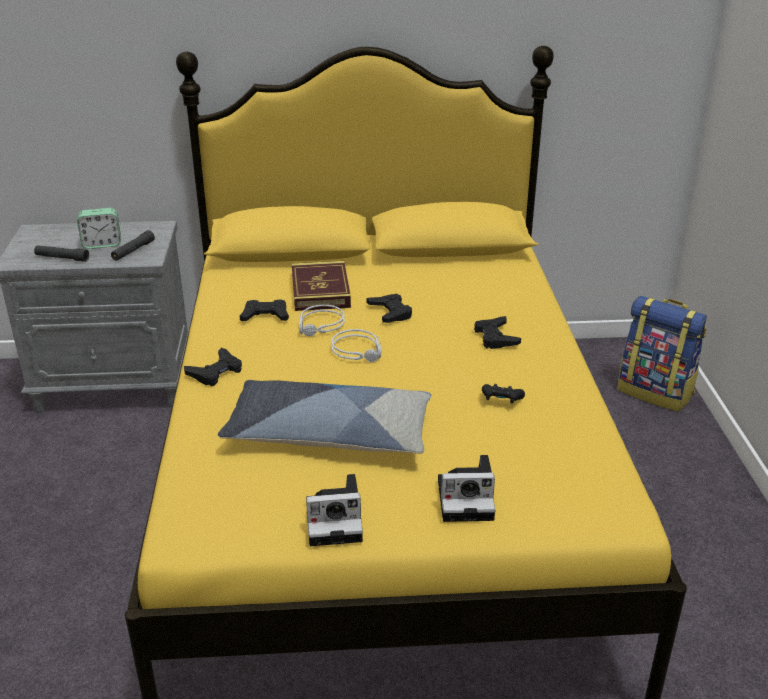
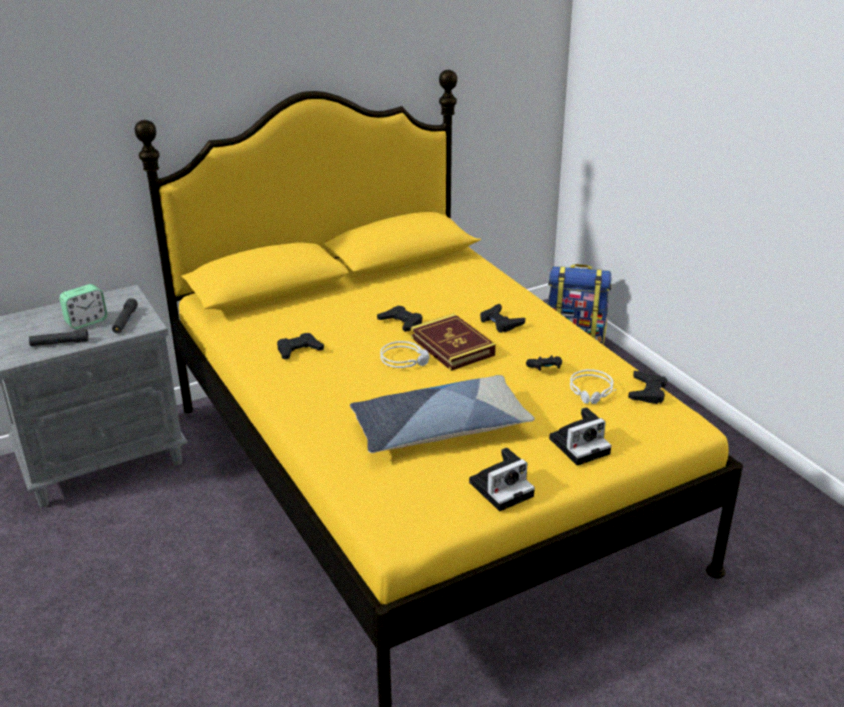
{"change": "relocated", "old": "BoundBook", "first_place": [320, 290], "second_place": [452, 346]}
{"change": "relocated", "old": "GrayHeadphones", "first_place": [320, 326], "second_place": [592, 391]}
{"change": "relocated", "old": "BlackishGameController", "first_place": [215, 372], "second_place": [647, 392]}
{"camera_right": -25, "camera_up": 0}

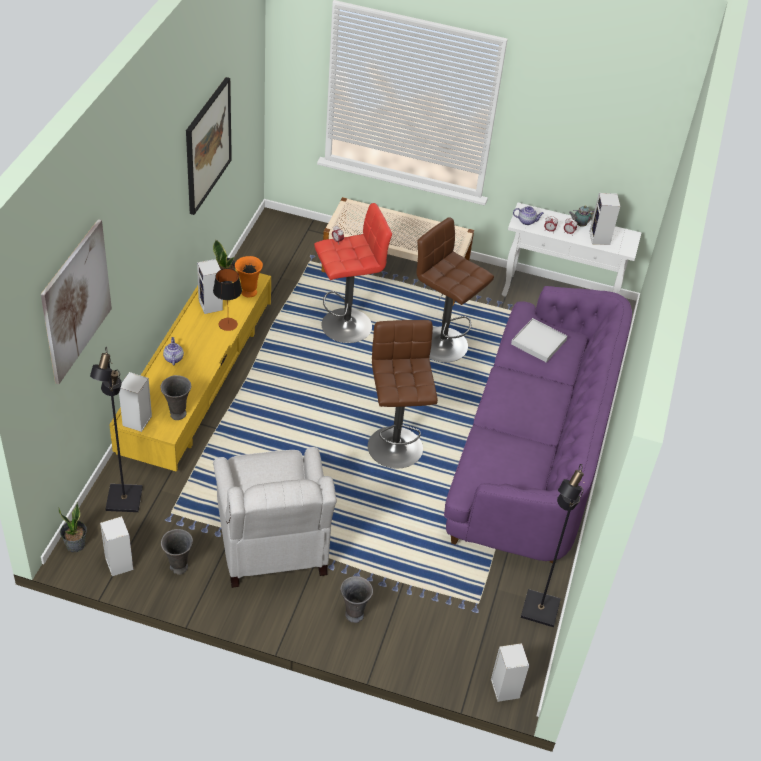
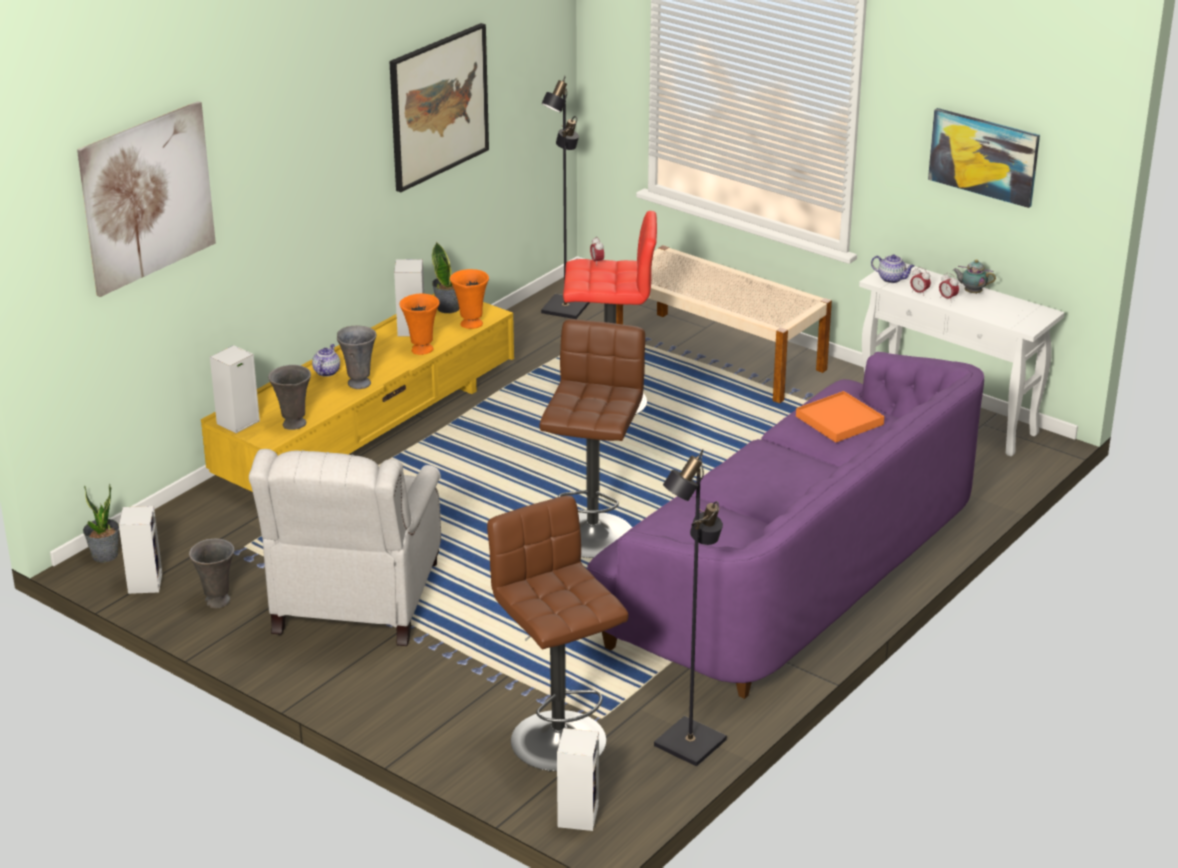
{"change": "missing", "old": "AudioSpeaker", "first_place": [600, 239]}
{"change": "relocated", "old": "BrownColouredStoolSeat", "first_place": [442, 344], "second_place": [558, 740]}
{"change": "exchanged", "old": "LampForATable", "new": "OrangeyVase", "first_place": [228, 324], "second_place": [421, 350]}
{"change": "colour", "old": "WhiteColouredTray", "new": "OrangeyTray", "first_place": [538, 342], "second_place": [839, 420]}
{"change": "relocated", "old": "BlackishFloorLamp", "first_place": [124, 498], "second_place": [565, 308]}
{"change": "relocated", "old": "GrayVase", "first_place": [353, 614], "second_place": [359, 383]}
{"change": "appeared", "new": "WallPicture", "second_place": [984, 156]}
{"camera_right": 25, "camera_up": -15}

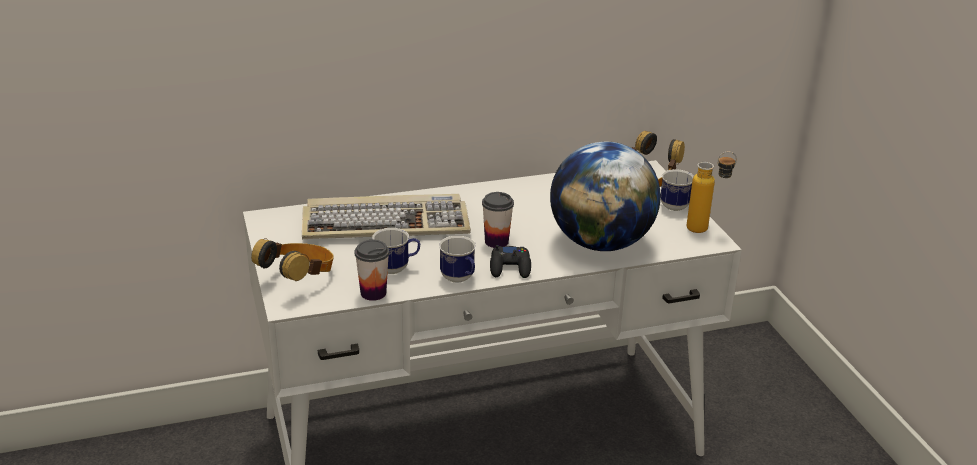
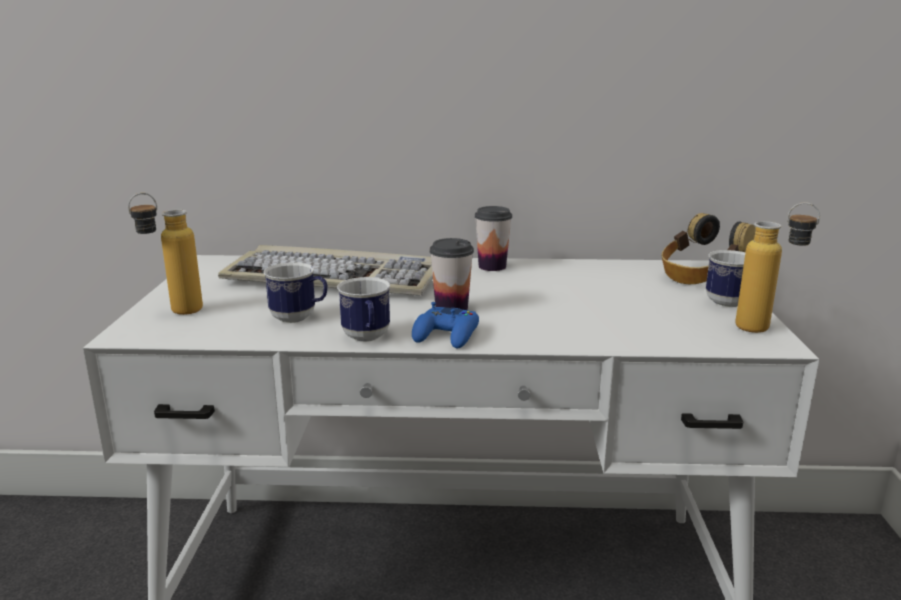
{"change": "missing", "old": "WorldGlobe", "first_place": [600, 243]}
{"change": "exchanged", "old": "Headphones", "new": "Bottle", "first_place": [299, 278], "second_place": [174, 313]}
{"change": "relocated", "old": "Cup", "first_place": [373, 293], "second_place": [492, 266]}
{"change": "colour", "old": "BlackishGameController", "new": "BlueGameController", "first_place": [510, 267], "second_place": [447, 335]}
{"camera_right": 20, "camera_up": -10}

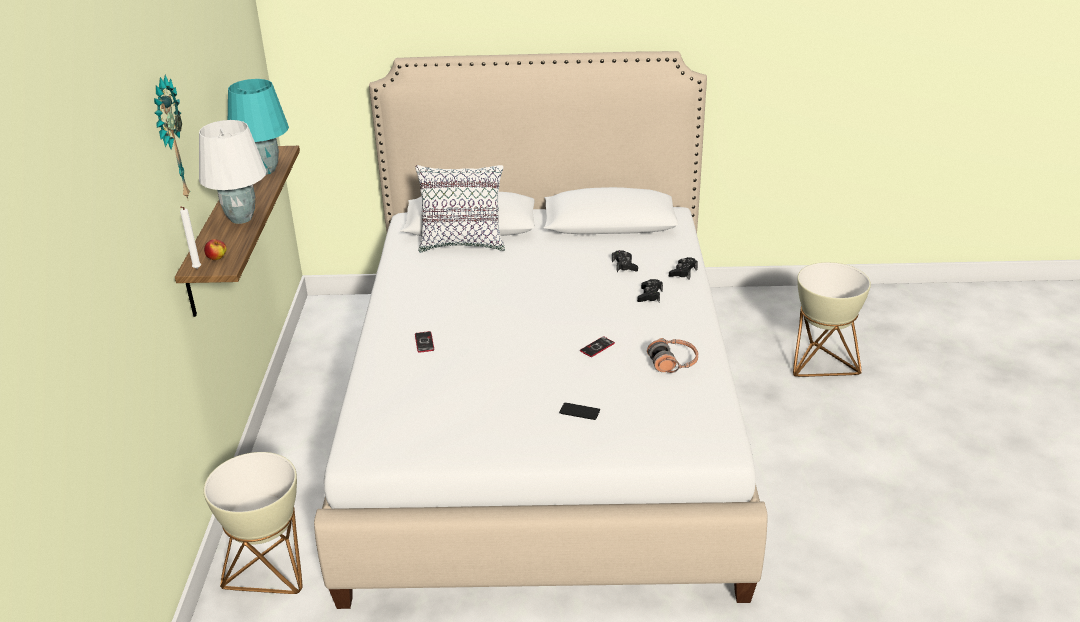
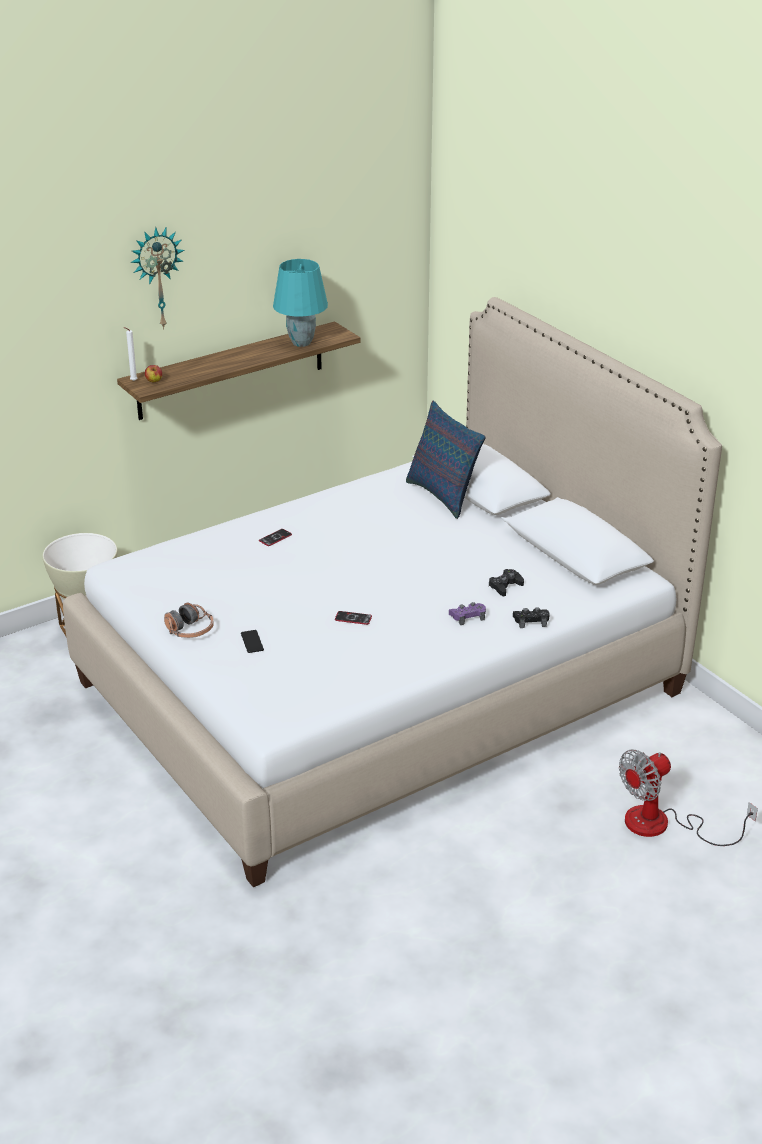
{"change": "missing", "old": "WhiteColouredLampForATable", "first_place": [242, 218]}
{"change": "colour", "old": "WhiteColouredPillow", "new": "BluePillow", "first_place": [463, 245], "second_place": [442, 496]}
{"change": "exchanged", "old": "FlowerPot", "new": "Fan", "first_place": [822, 363], "second_place": [663, 825]}
{"change": "colour", "old": "BlackishGameController", "new": "PurpleGameController", "first_place": [650, 295], "second_place": [467, 616]}
{"change": "relocated", "old": "Headphones", "first_place": [673, 363], "second_place": [190, 631]}
{"camera_right": 55, "camera_up": 0}

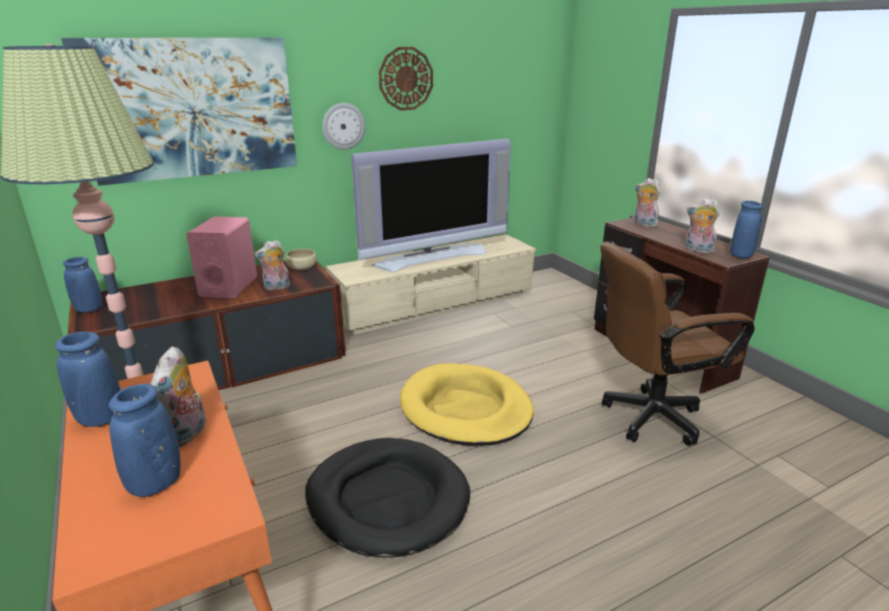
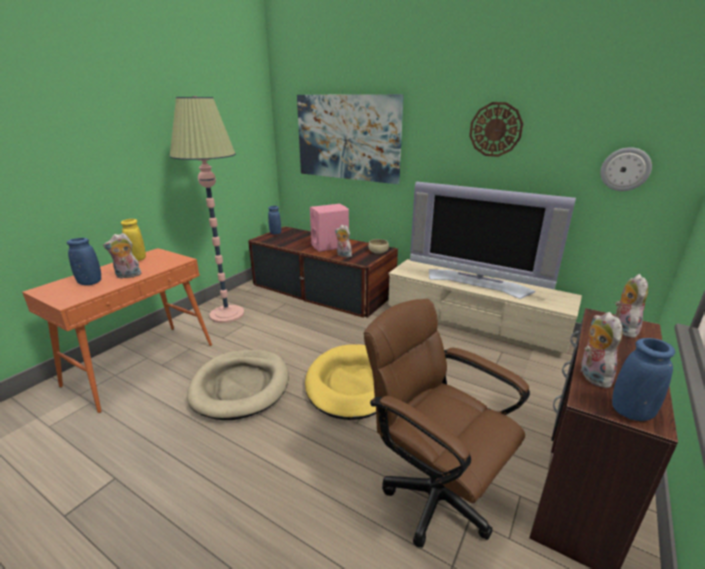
{"change": "relocated", "old": "HangingClock", "first_place": [343, 126], "second_place": [625, 169]}
{"change": "colour", "old": "BlueVase", "new": "YellowishVase", "first_place": [100, 419], "second_place": [137, 259]}
{"change": "colour", "old": "BlackishDogCushion", "new": "SandColouredDogCushion", "first_place": [387, 499], "second_place": [241, 386]}
{"camera_right": 60, "camera_up": 0}

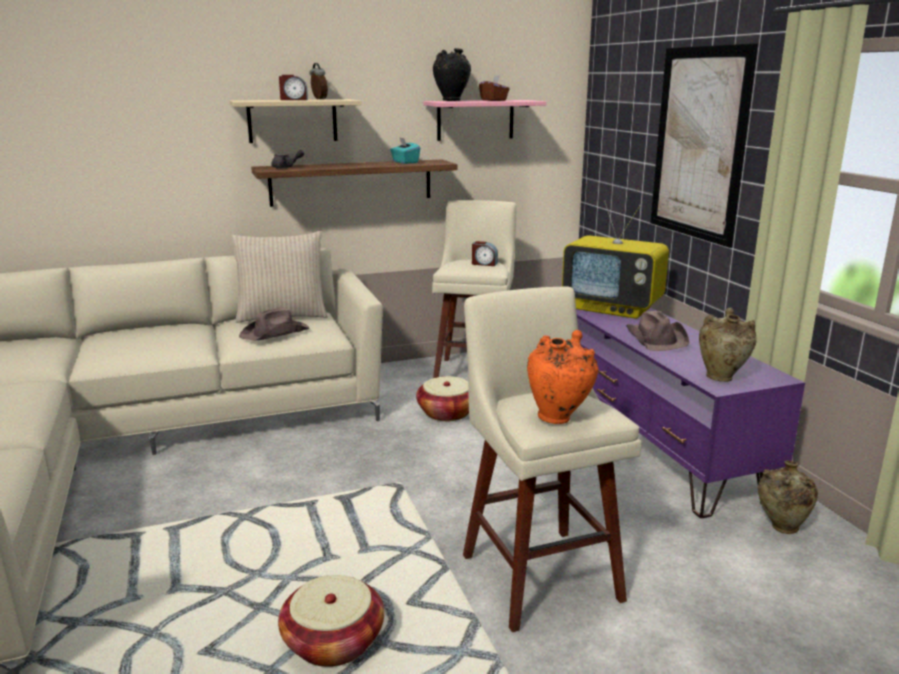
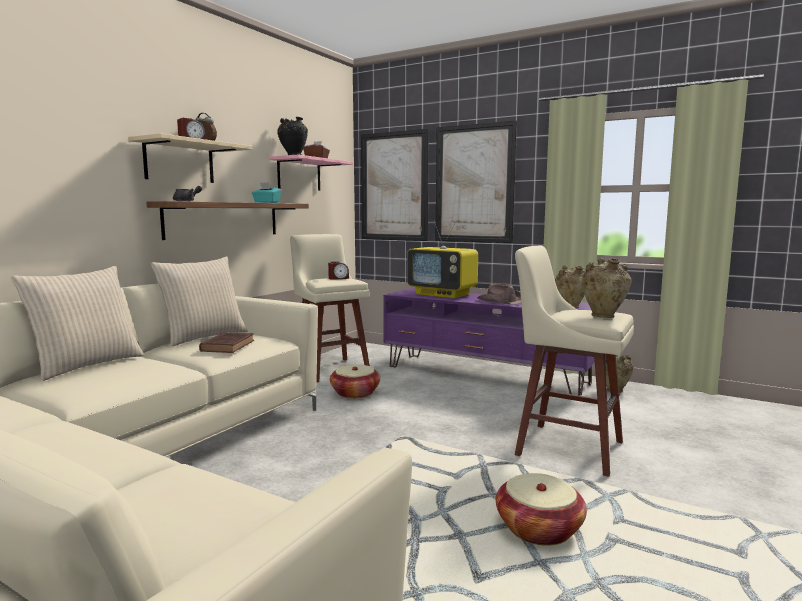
{"change": "spun", "old": "Tv", "first_place": [613, 308], "second_place": [443, 294], "degrees": 45}
{"change": "exchanged", "old": "BrownColouredClothingHat", "new": "BrownColouredBoundBook", "first_place": [275, 333], "second_place": [228, 345]}
{"change": "colour", "old": "OrangeyVase", "new": "SandColouredVase", "first_place": [559, 418], "second_place": [603, 317]}
{"change": "appeared", "new": "WallPicture", "second_place": [394, 186]}
{"change": "appeared", "new": "SandColouredPillow", "second_place": [86, 365]}
{"camera_right": -40, "camera_up": -10}

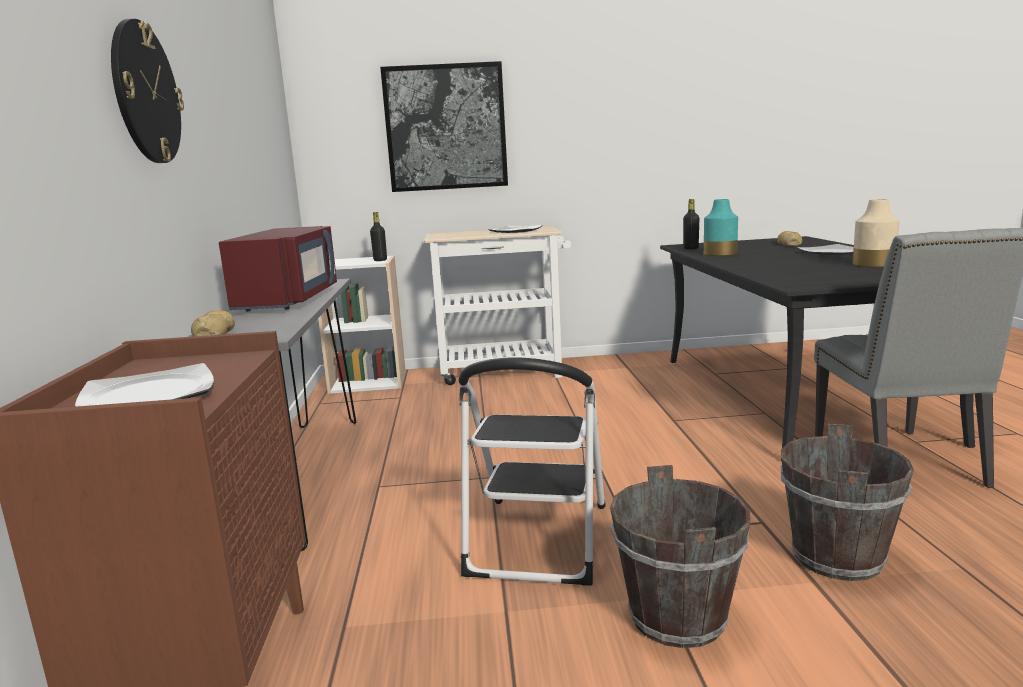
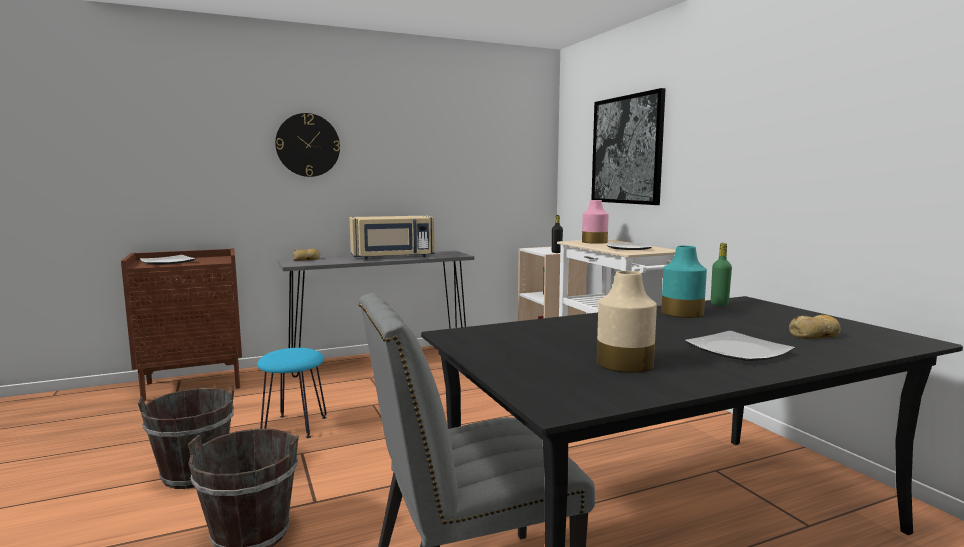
{"change": "colour", "old": "BlackishBottle", "new": "GreenColouredBottle", "first_place": [690, 248], "second_place": [719, 304]}
{"change": "colour", "old": "ReddishMicrowaveOven", "new": "SandColouredMicrowaveOven", "first_place": [290, 300], "second_place": [393, 257]}
{"change": "exchanged", "old": "StepStool", "new": "TurquoiseColouredStoolSeat", "first_place": [536, 542], "second_place": [294, 426]}
{"change": "appeared", "new": "PinkColouredVase", "second_place": [594, 242]}
{"camera_right": 70, "camera_up": -5}

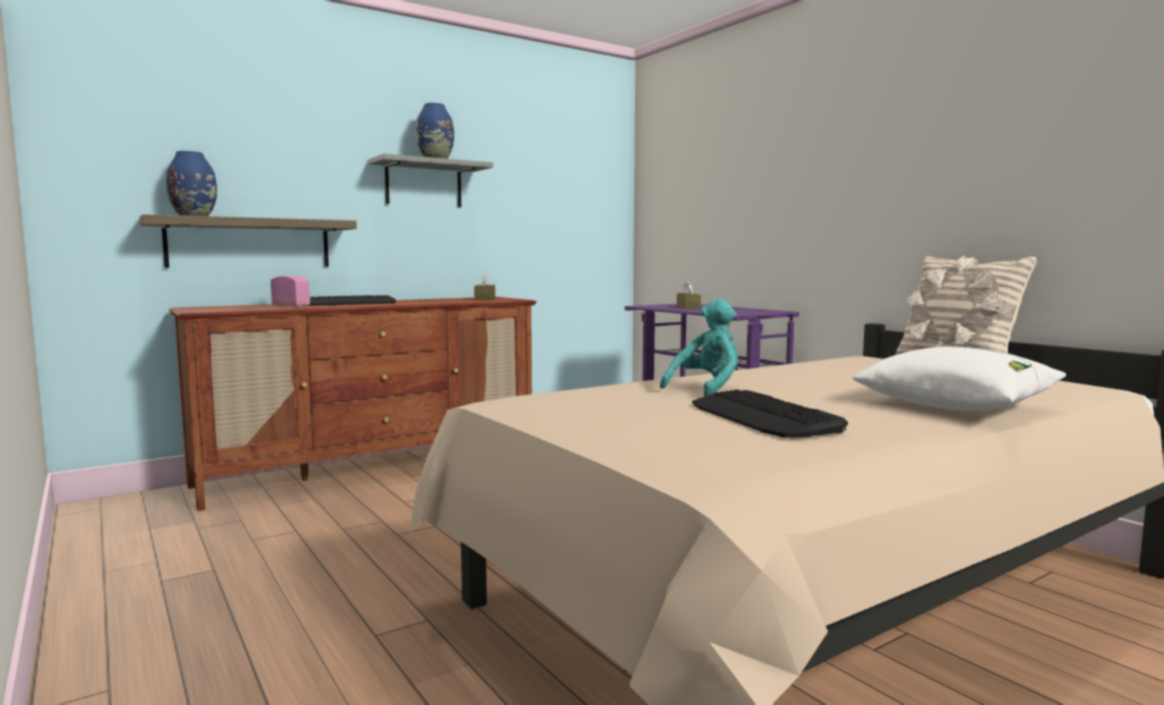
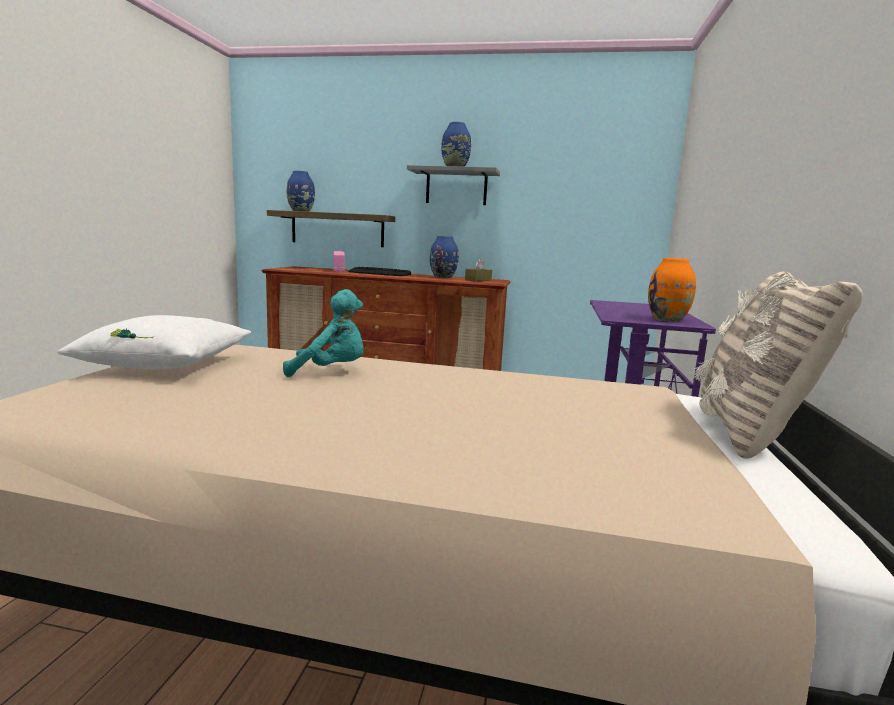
{"change": "missing", "old": "BrownColouredTissueHolder", "first_place": [688, 307]}
{"change": "relocated", "old": "WhiteColouredPillow", "first_place": [955, 406], "second_place": [166, 365]}
{"change": "missing", "old": "ComputerKeyboard", "first_place": [763, 416]}
{"change": "appeared", "new": "BlueVase", "second_place": [443, 277]}
{"change": "appeared", "new": "OrangeyVase", "second_place": [668, 319]}
{"camera_right": 45, "camera_up": 5}

